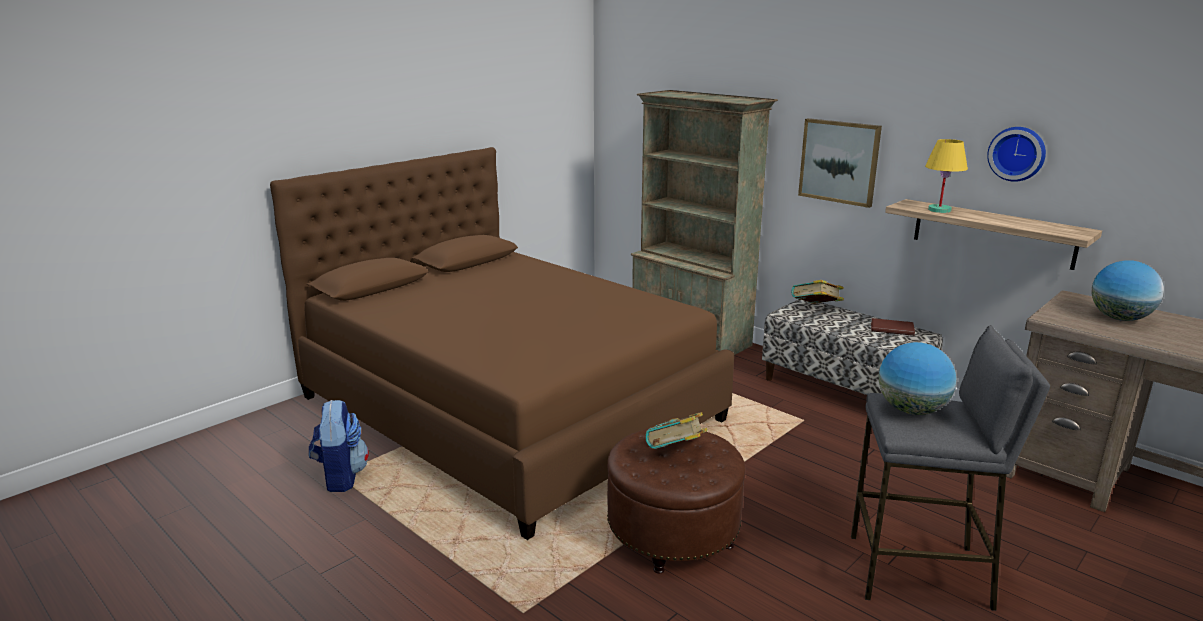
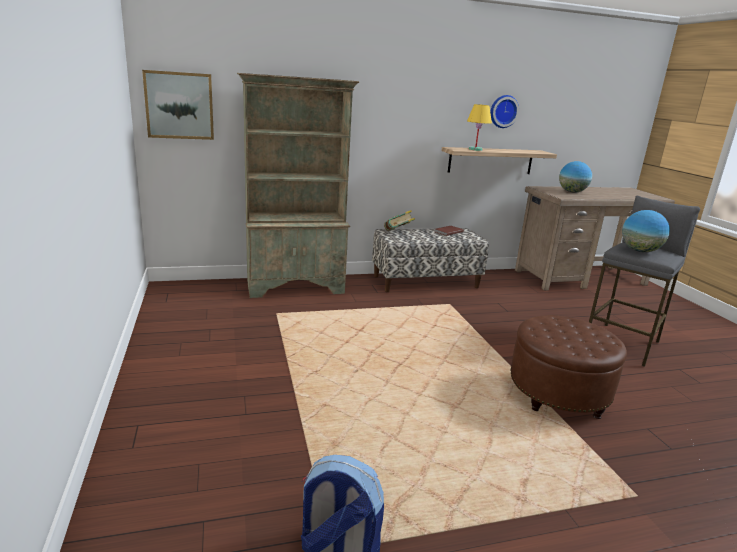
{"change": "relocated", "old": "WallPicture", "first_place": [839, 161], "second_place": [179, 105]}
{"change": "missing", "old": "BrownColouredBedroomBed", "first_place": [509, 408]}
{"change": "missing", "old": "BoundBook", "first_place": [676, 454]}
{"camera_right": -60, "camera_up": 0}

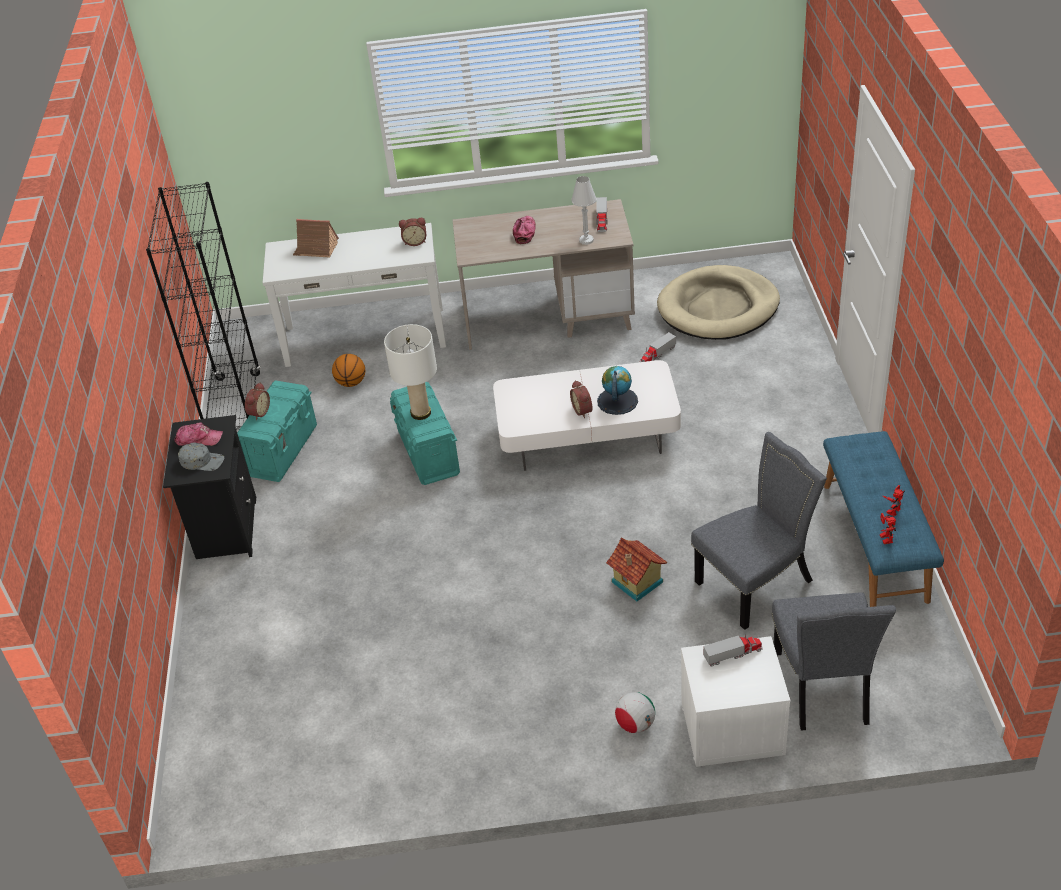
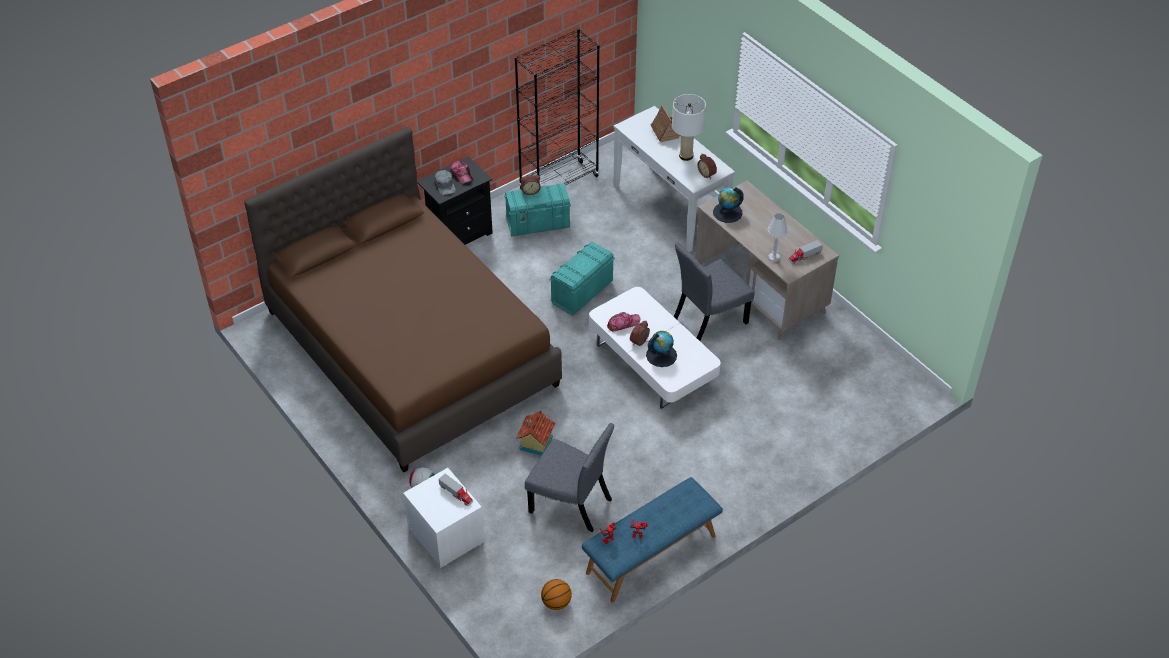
{"change": "relocated", "old": "Cap", "first_place": [525, 232], "second_place": [623, 323]}
{"change": "missing", "old": "SandColouredDogCushion", "first_place": [718, 308]}
{"change": "relocated", "old": "WhiteColouredLampForATable", "first_place": [421, 413], "second_place": [686, 156]}
{"change": "missing", "old": "ToyLorry", "first_place": [657, 354]}
{"change": "relocated", "old": "BasketballBall", "first_place": [351, 383], "second_place": [556, 602]}
{"change": "relocated", "old": "GrayPlainChair", "first_place": [823, 684], "second_place": [710, 319]}
{"change": "appeared", "new": "BrownColouredBedroomBed", "second_place": [411, 347]}
{"change": "appeared", "new": "WorldGlobe", "second_place": [727, 212]}
{"camera_right": 55, "camera_up": 5}

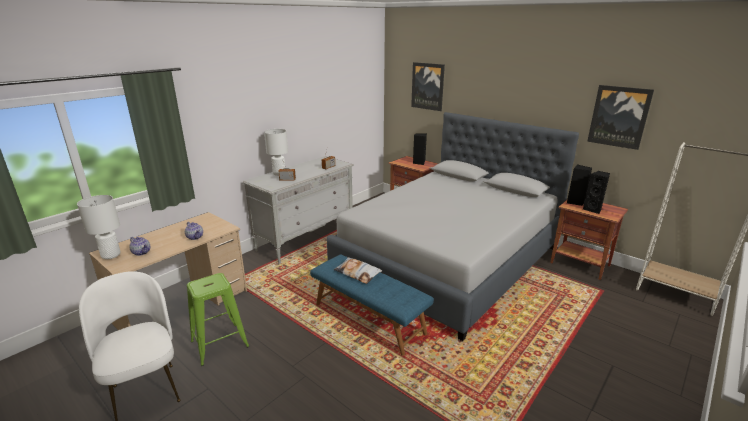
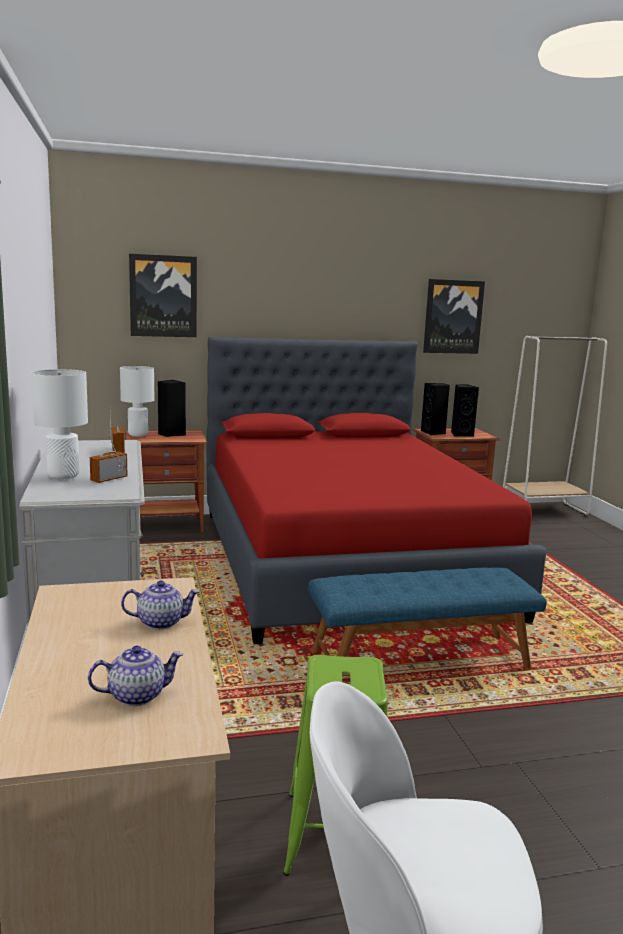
{"change": "colour", "old": "GrayBedroomBed", "new": "ReddishBedroomBed", "first_place": [449, 260], "second_place": [345, 560]}
{"change": "relocated", "old": "WhiteColouredLampForATable", "first_place": [111, 256], "second_place": [138, 436]}
{"change": "missing", "old": "Pillow", "first_place": [357, 273]}
{"camera_right": -55, "camera_up": -10}

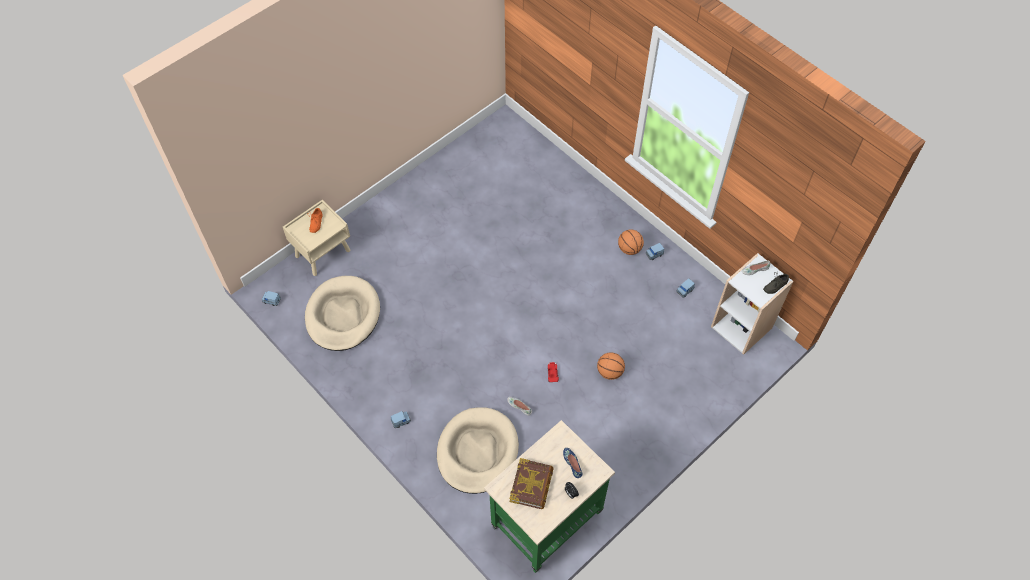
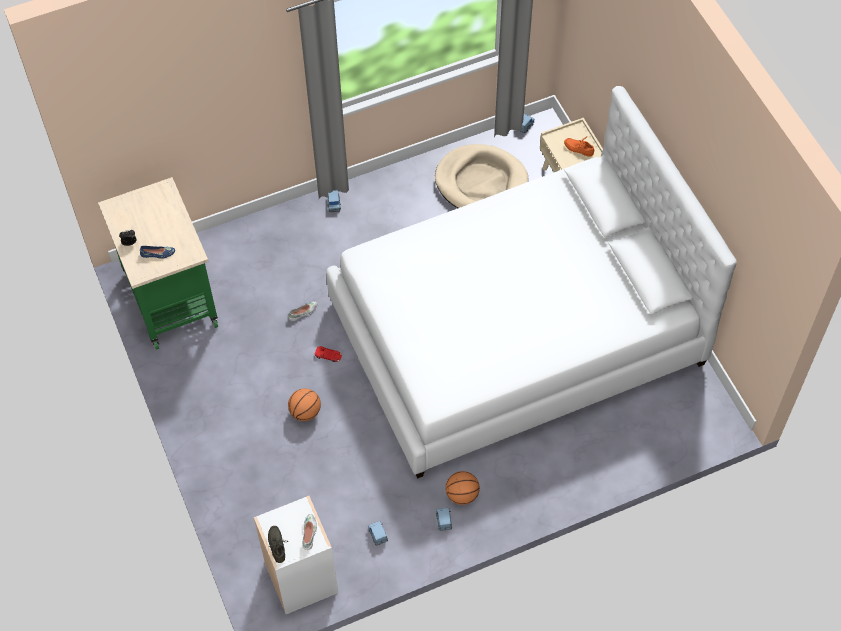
{"change": "missing", "old": "SandColouredDogCushion", "first_place": [477, 451]}
{"change": "missing", "old": "BoundBook", "first_place": [531, 485]}
{"change": "appeared", "new": "WhiteColouredBedroomBed", "second_place": [517, 333]}
{"camera_right": 110, "camera_up": 0}

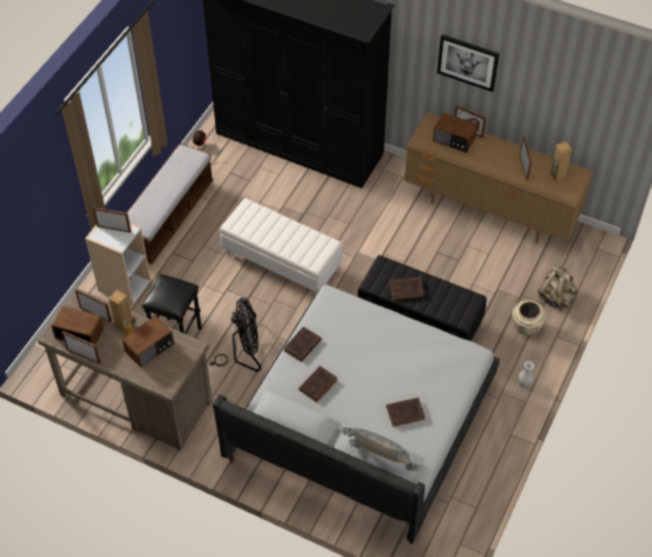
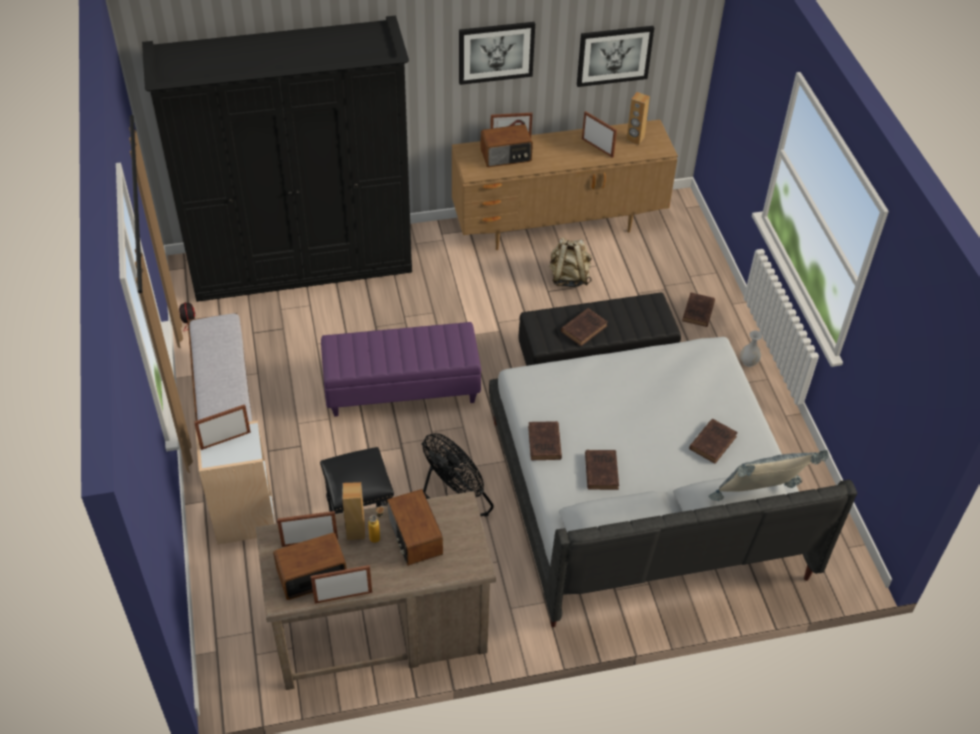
{"change": "colour", "old": "WhiteColouredPouffe", "new": "PurplePouffe", "first_place": [282, 262], "second_place": [402, 390]}
{"change": "relocated", "old": "SandColouredKnapsack", "first_place": [555, 297], "second_place": [569, 277]}
{"change": "exchanged", "old": "SandColouredVase", "new": "BrownColouredBoundBook", "first_place": [525, 327], "second_place": [698, 312]}
{"change": "spun", "old": "RadioReceiver", "first_place": [150, 348], "second_place": [414, 537], "degrees": 150}
{"change": "appeared", "new": "WallPicture", "second_place": [614, 55]}
{"camera_right": -40, "camera_up": -5}

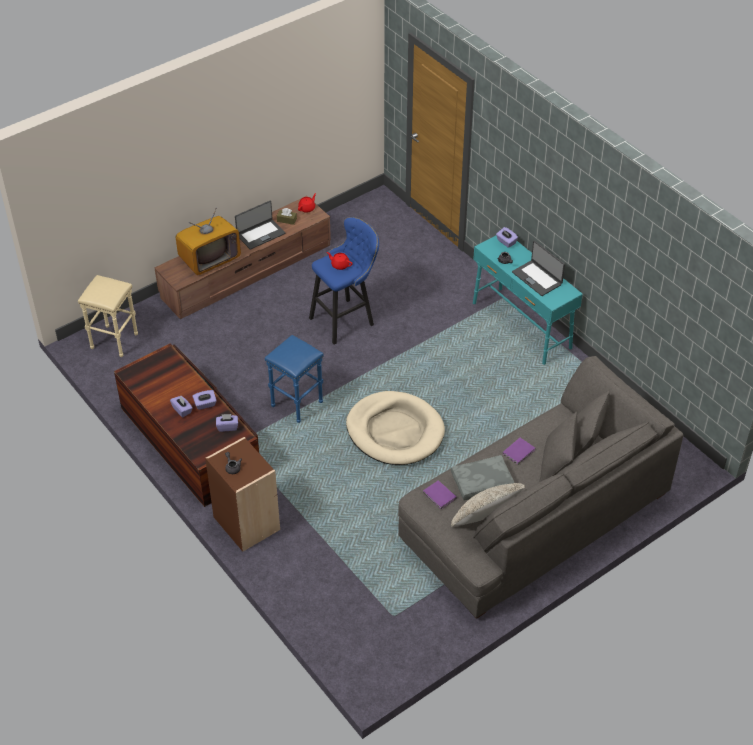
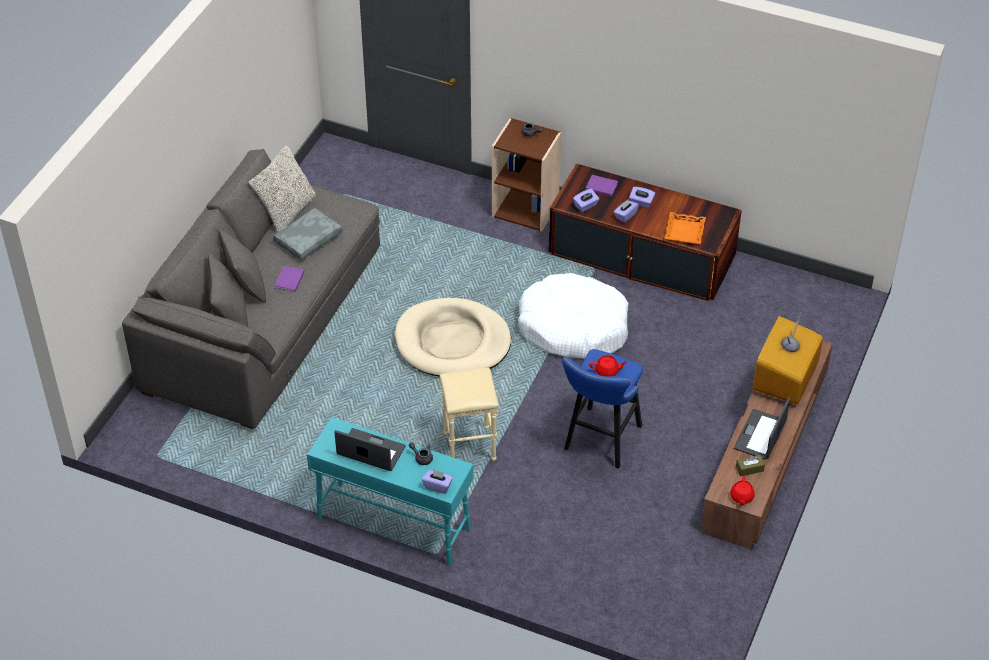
{"change": "relocated", "old": "SandColouredStoolSeat", "first_place": [114, 340], "second_place": [471, 447]}
{"change": "exchanged", "old": "BlueStoolSeat", "new": "WhiteColouredDogCushion", "first_place": [295, 404], "second_place": [573, 327]}
{"change": "relocated", "old": "PurpleBoundBook", "first_place": [439, 496], "second_place": [601, 186]}
{"change": "appeared", "new": "OrangeyTray", "second_place": [684, 231]}
{"camera_right": 150, "camera_up": 0}

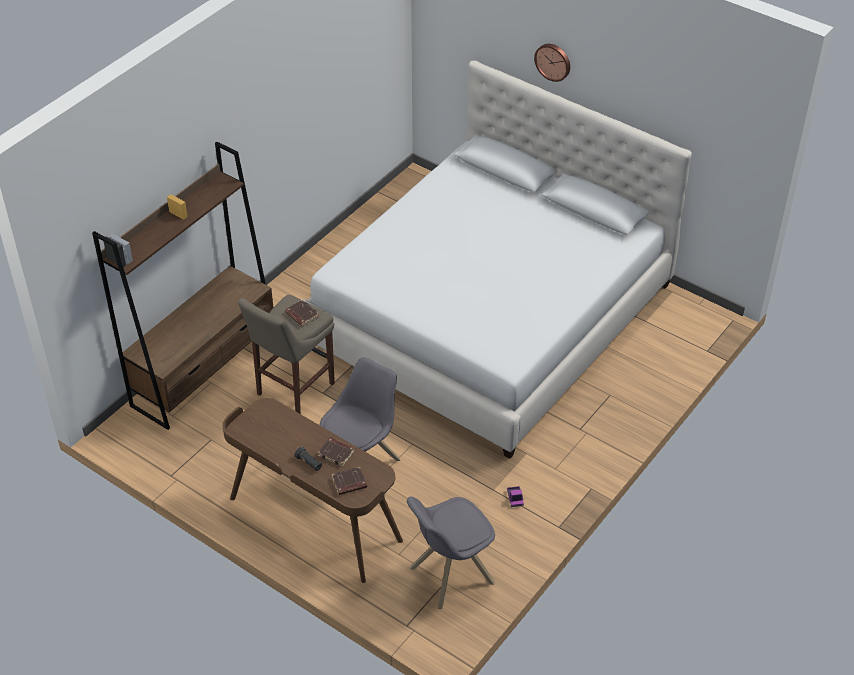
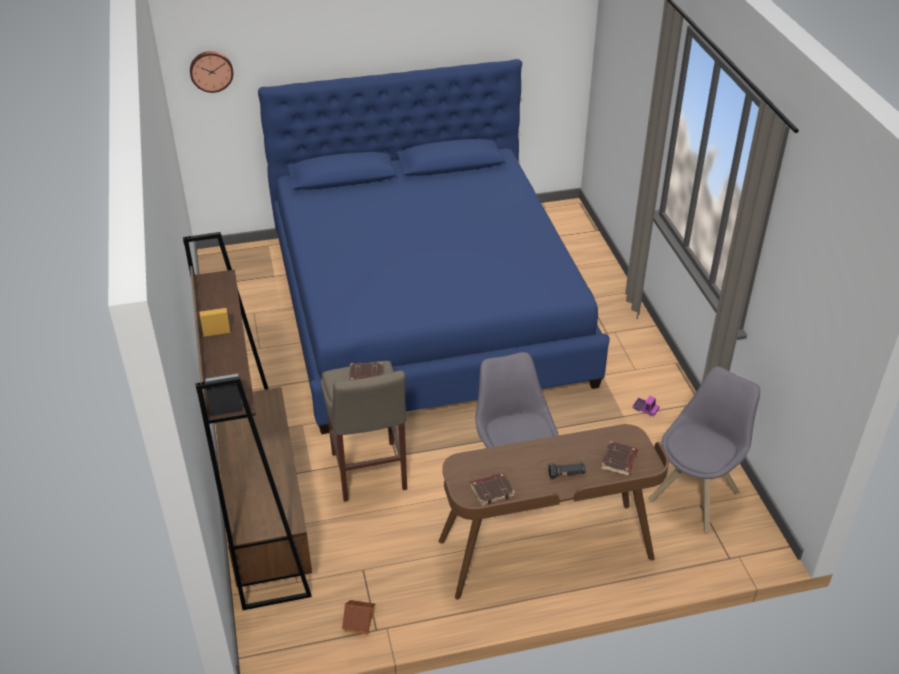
{"change": "relocated", "old": "HangingClock", "first_place": [553, 61], "second_place": [211, 70]}
{"change": "colour", "old": "WhiteColouredBedroomBed", "new": "BlueBedroomBed", "first_place": [490, 313], "second_place": [426, 307]}
{"change": "relocated", "old": "BrownColouredBoundBook", "first_place": [337, 453], "second_place": [492, 490]}
{"change": "spun", "old": "GrayPlainChair", "first_place": [450, 575], "second_place": [695, 496], "degrees": -150}
{"change": "appeared", "new": "ModelHouse", "second_place": [359, 621]}
{"camera_right": -50, "camera_up": -5}

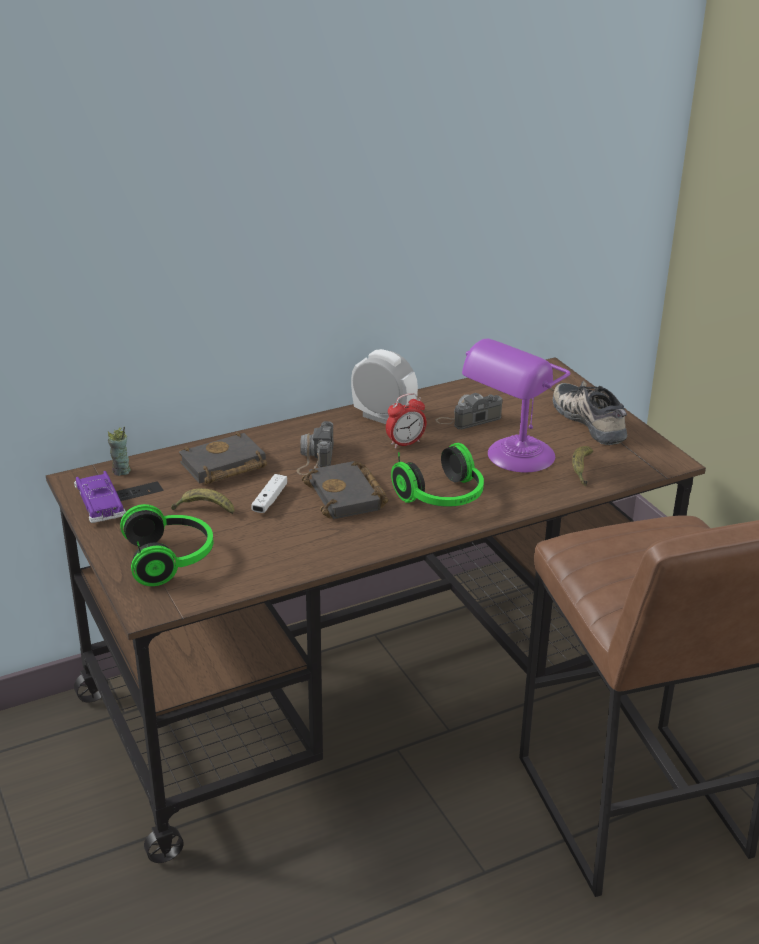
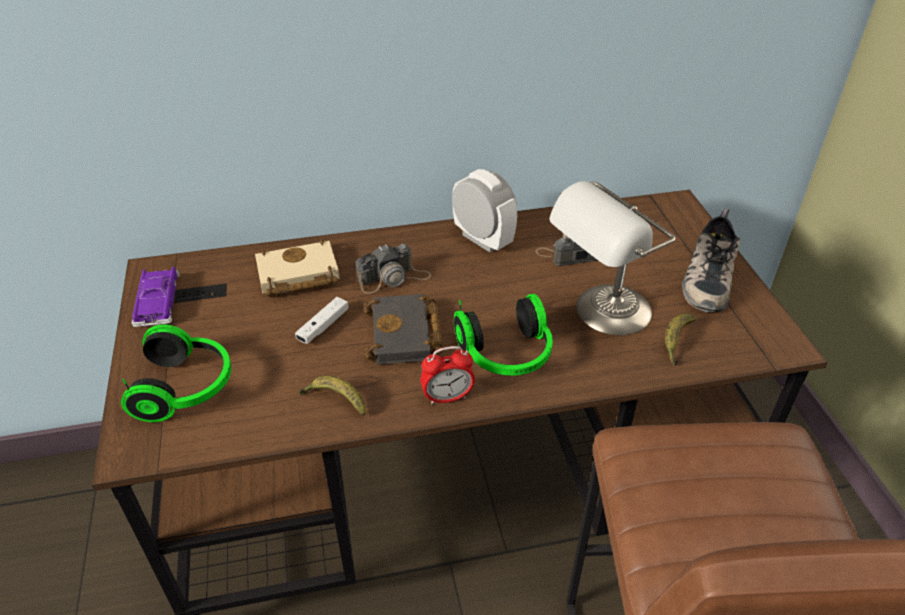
{"change": "colour", "old": "PurpleLampForATable", "new": "WhiteColouredLampForATable", "first_place": [513, 461], "second_place": [602, 316]}
{"change": "spun", "old": "Shoe", "first_place": [591, 421], "second_place": [706, 276], "degrees": -150}
{"change": "relocated", "old": "AlarmClock", "first_place": [405, 443], "second_place": [447, 397]}
{"change": "spun", "old": "StillCamera", "first_place": [315, 457], "second_place": [393, 278], "degrees": -135}
{"change": "missing", "old": "Cup", "first_place": [121, 471]}
{"change": "colour", "old": "BlackishBoundBook", "new": "SandColouredBoundBook", "first_place": [222, 467], "second_place": [296, 276]}
{"change": "relocated", "old": "WholeBanana", "first_place": [204, 509], "second_place": [336, 400]}
{"camera_right": 15, "camera_up": 10}

